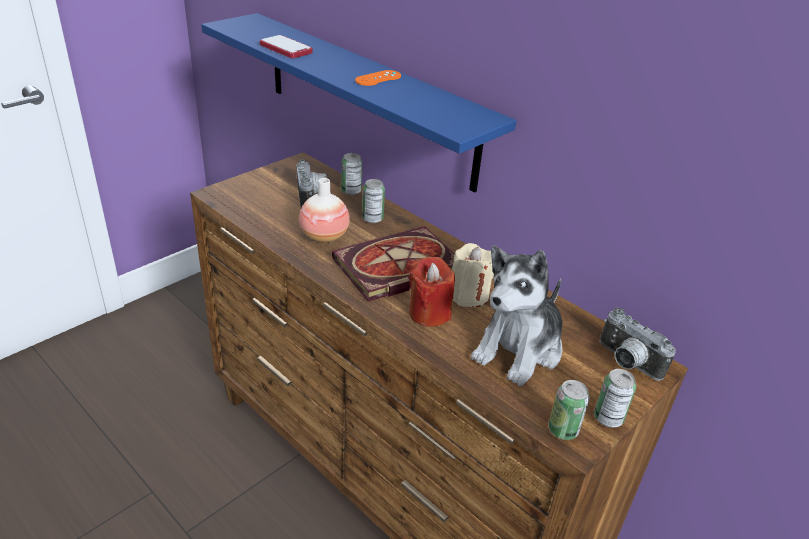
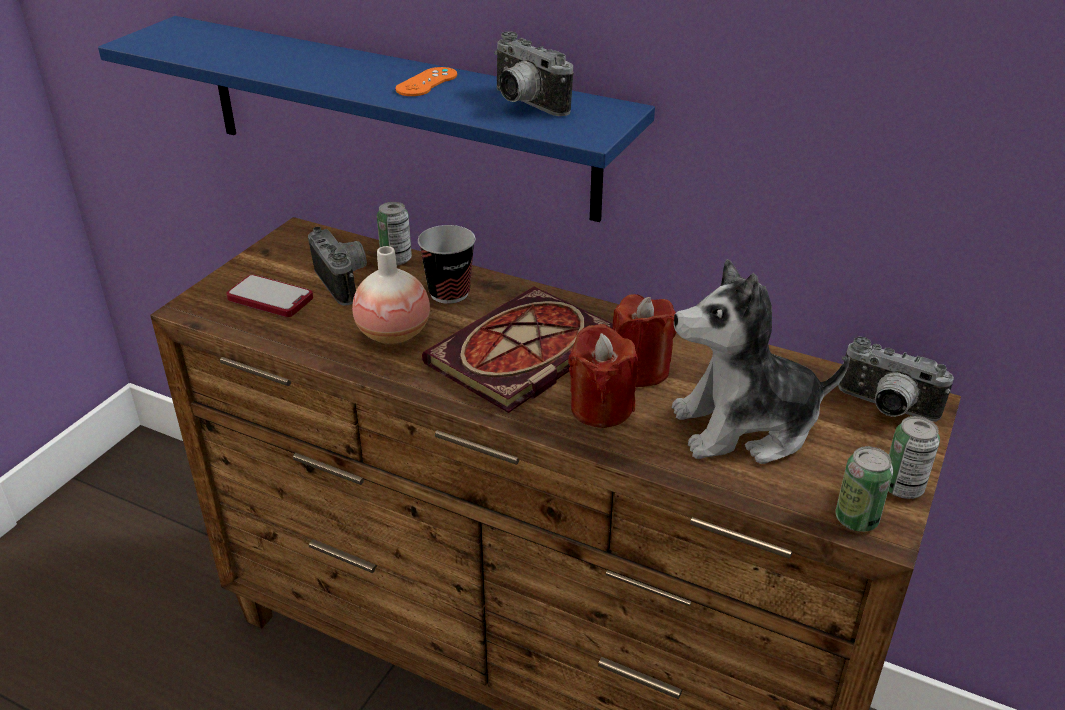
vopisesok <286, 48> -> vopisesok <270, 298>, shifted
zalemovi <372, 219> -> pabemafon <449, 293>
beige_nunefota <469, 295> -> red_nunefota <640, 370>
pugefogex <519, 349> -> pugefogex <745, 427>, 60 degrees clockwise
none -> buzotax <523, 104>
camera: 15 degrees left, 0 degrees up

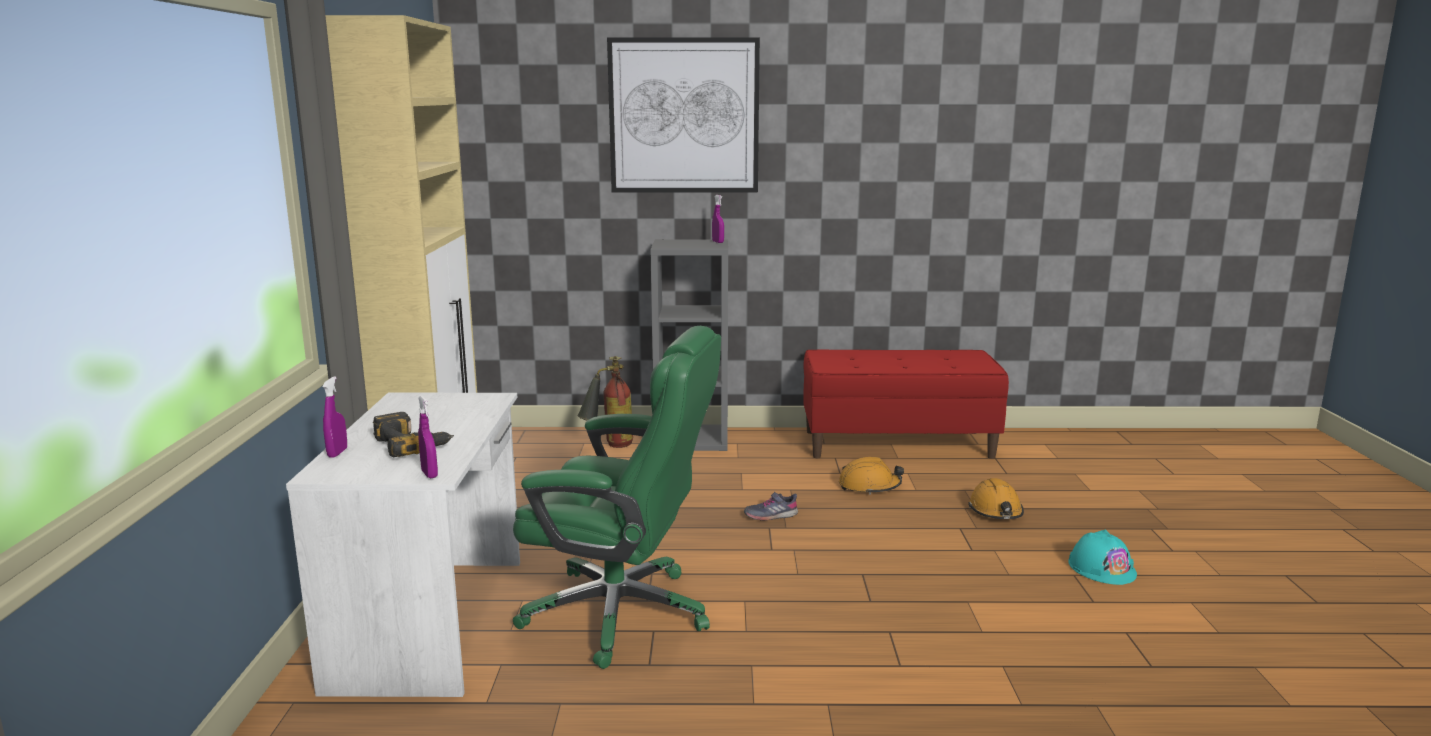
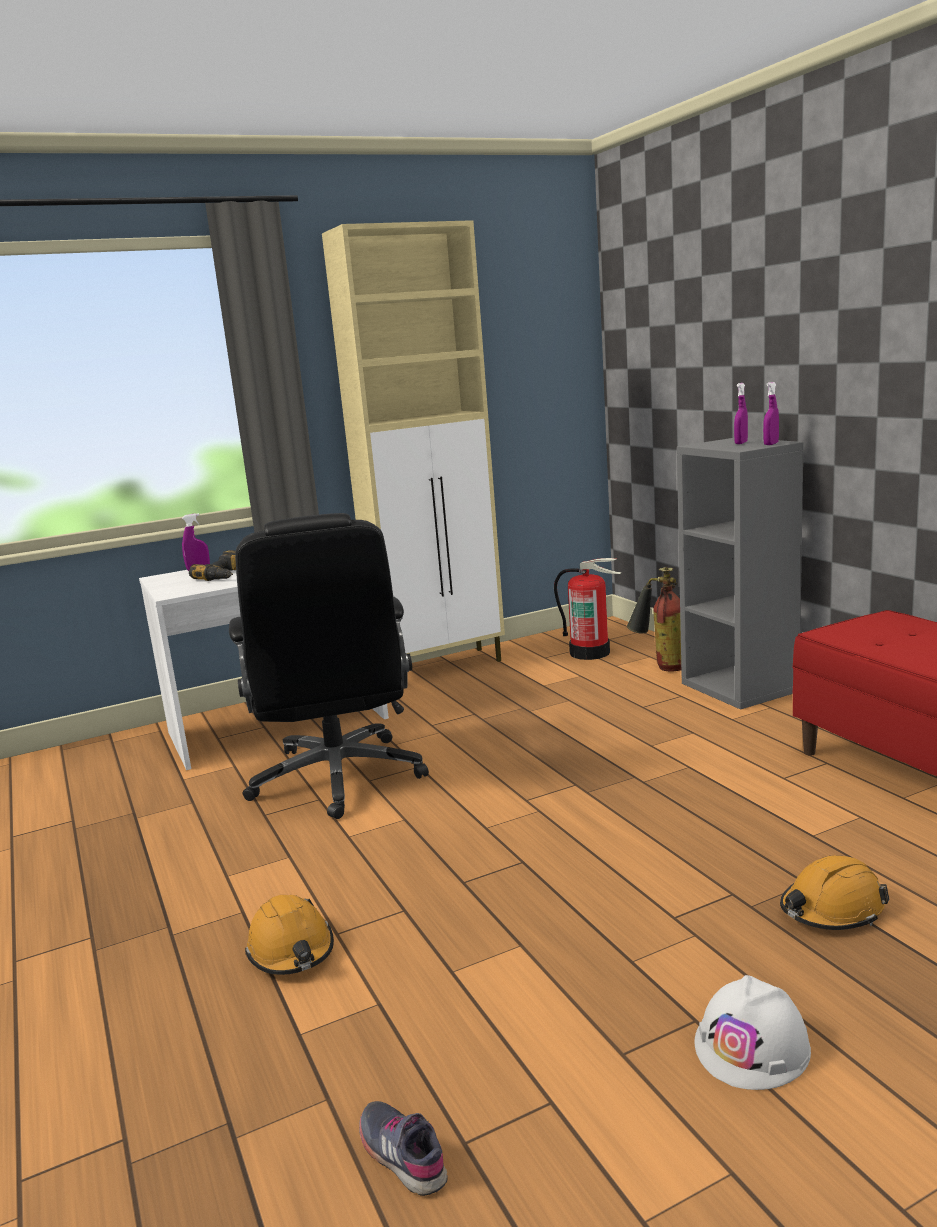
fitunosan <684, 116> -> none
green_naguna <621, 613> -> black_naguna <338, 778>
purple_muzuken <429, 474> -> purple_muzuken <741, 443>, shifted
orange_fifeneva <869, 486> -> orange_fifeneva <291, 950>, shifted
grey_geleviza <771, 515> -> grey_geleviza <403, 1154>, shifted
turquoise_fifeneva <1102, 568> -> white_fifeneva <752, 1046>
none -> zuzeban <590, 652>
camera: 65 degrees right, 0 degrees up

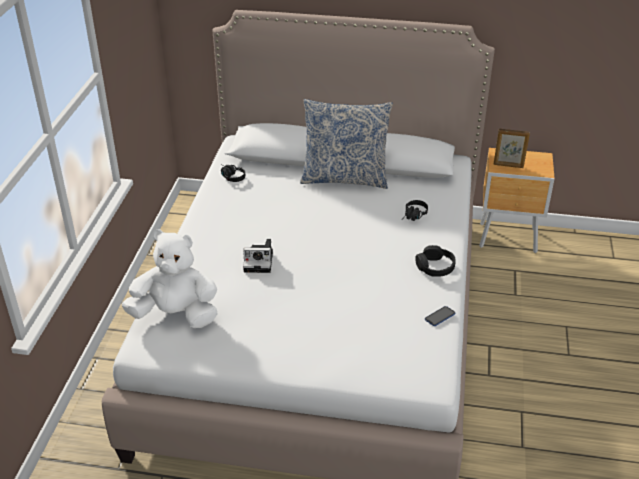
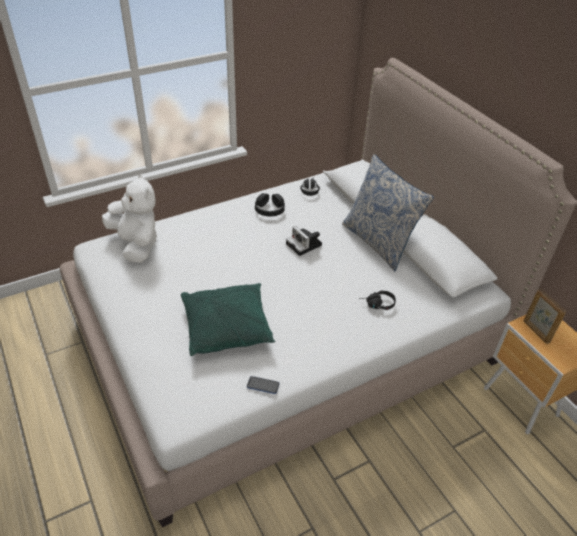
buzotax <260, 261> -> buzotax <305, 245>, shifted
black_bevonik <435, 267> -> black_bevonik <269, 209>, shifted
none -> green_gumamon <227, 327>
camera: 50 degrees right, 5 degrees up

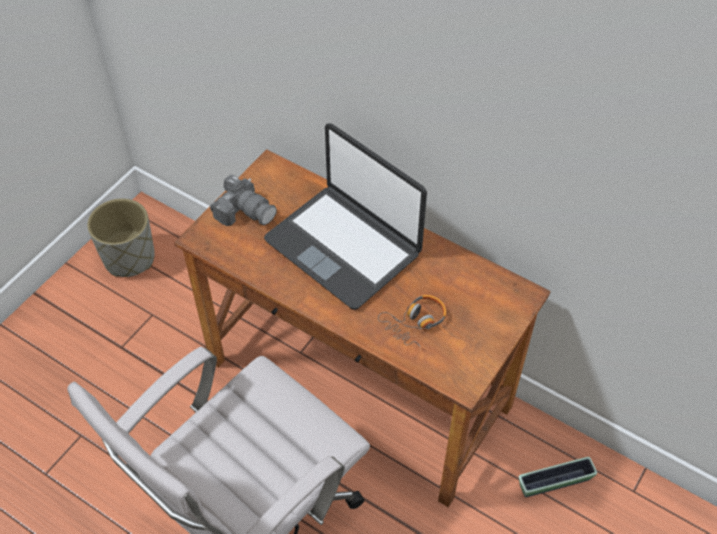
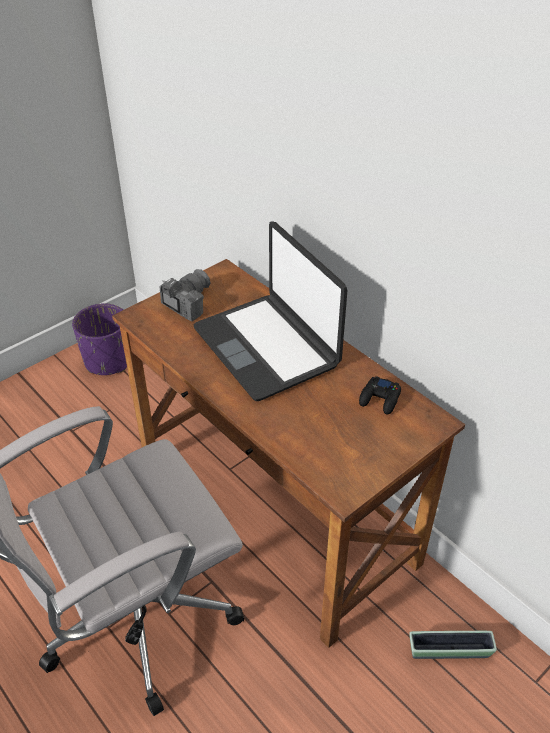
buzotax <245, 211> -> buzotax <186, 302>, 105 degrees counterclockwise
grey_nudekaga <129, 258> -> purple_nudekaga <108, 361>
bevonik <415, 322> -> none
none -> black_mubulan <380, 399>
camera: 15 degrees right, 10 degrees down

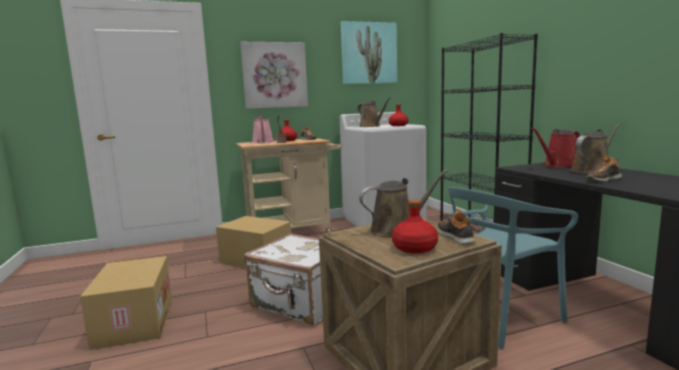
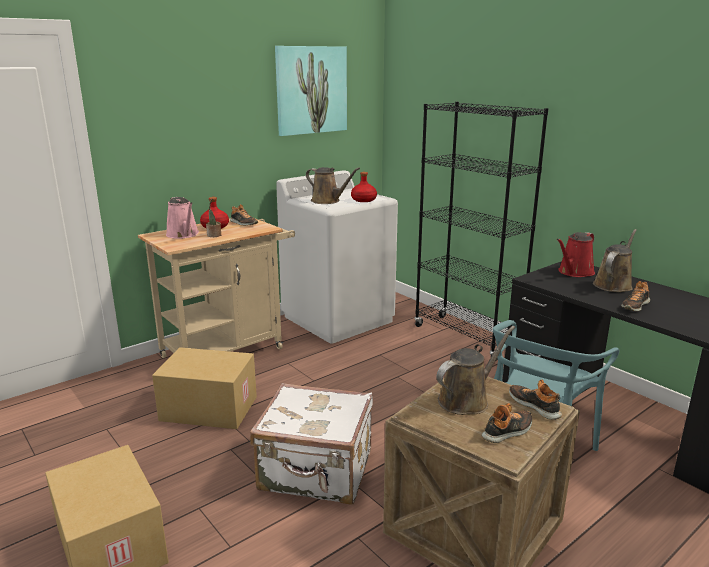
fitunosan <274, 75> -> none
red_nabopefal <414, 248> -> geleviza <508, 431>
camera: 20 degrees left, 10 degrees up

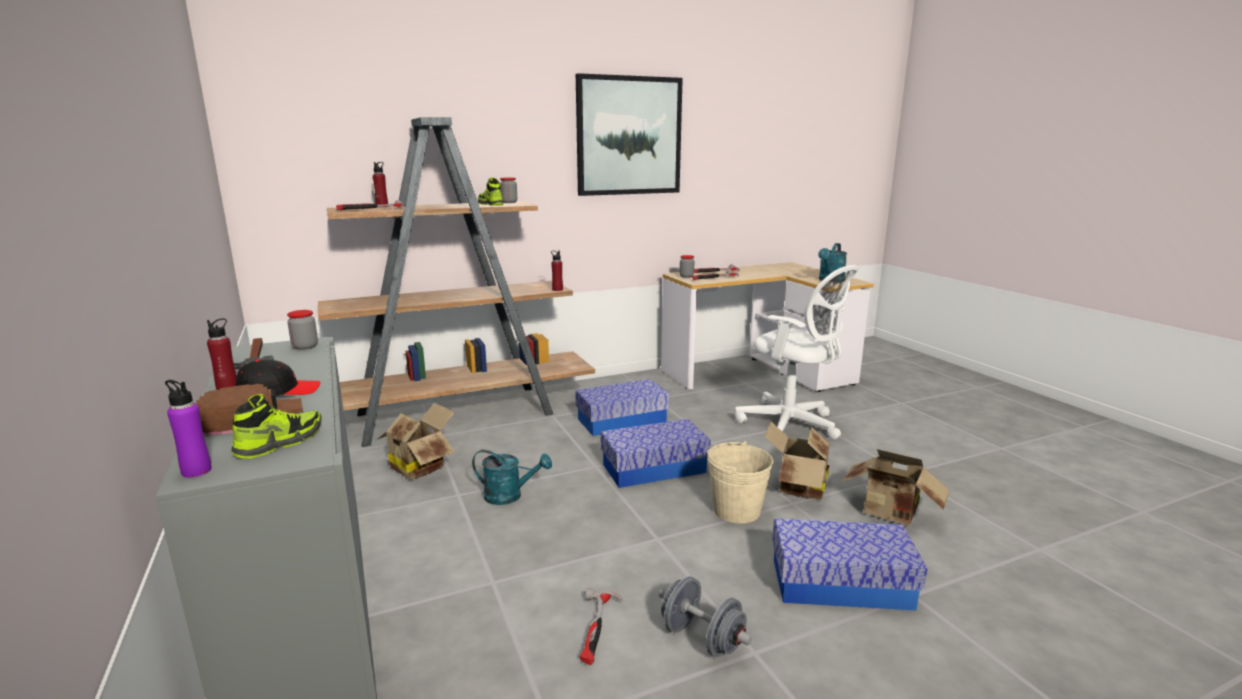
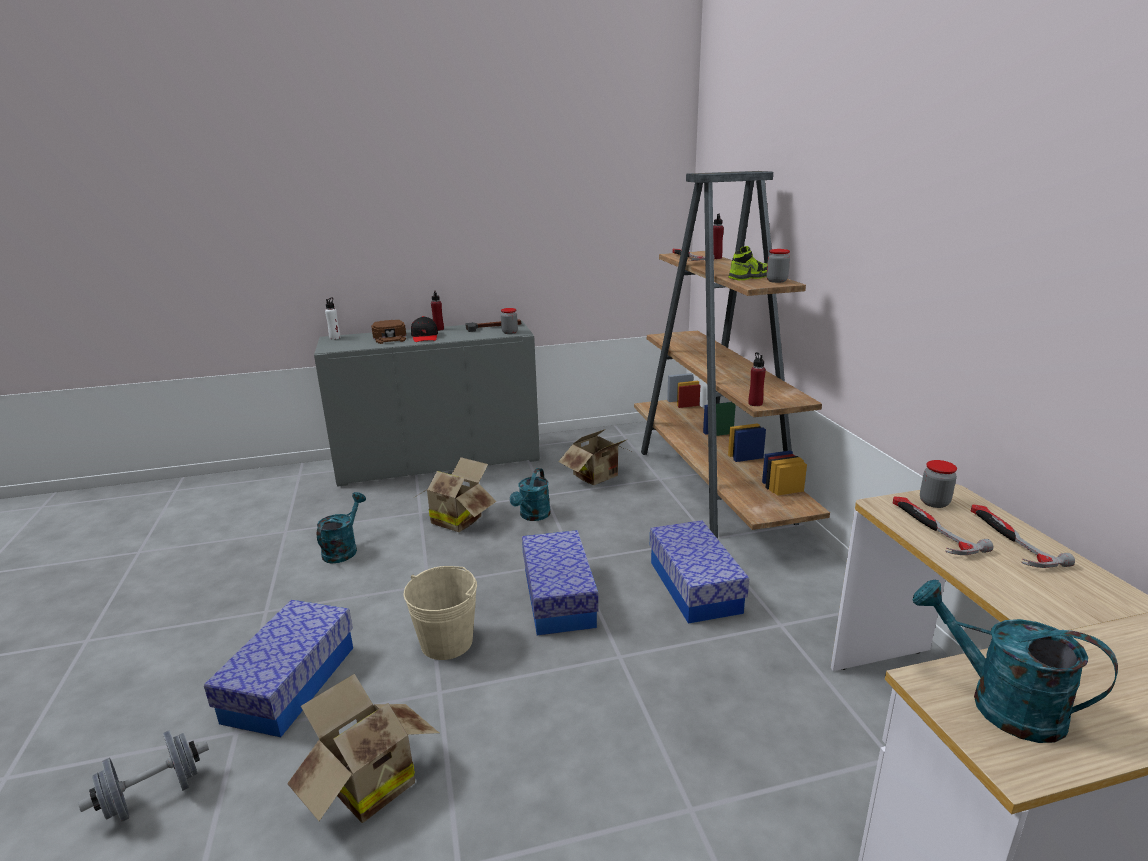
fitunosan <629, 136> -> none
white_naguna <791, 425> -> none
purple_nabopefal <196, 471> -> white_nabopefal <335, 337>
geleviza <280, 442> -> none
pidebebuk <797, 487> -> pidebebuk <458, 519>, shifted
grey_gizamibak <702, 638> -> grey_gizamibak <154, 796>, shifted
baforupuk <598, 629> -> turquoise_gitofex <343, 549>
camera: 100 degrees right, 5 degrees up

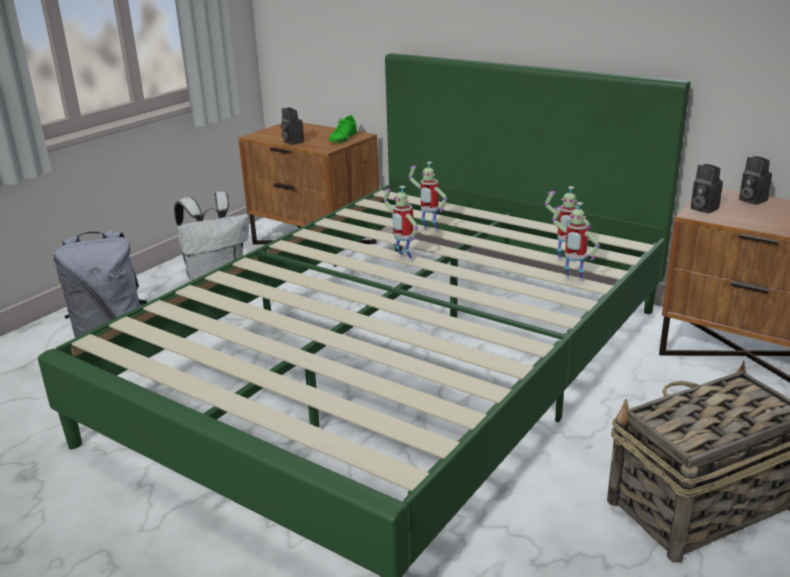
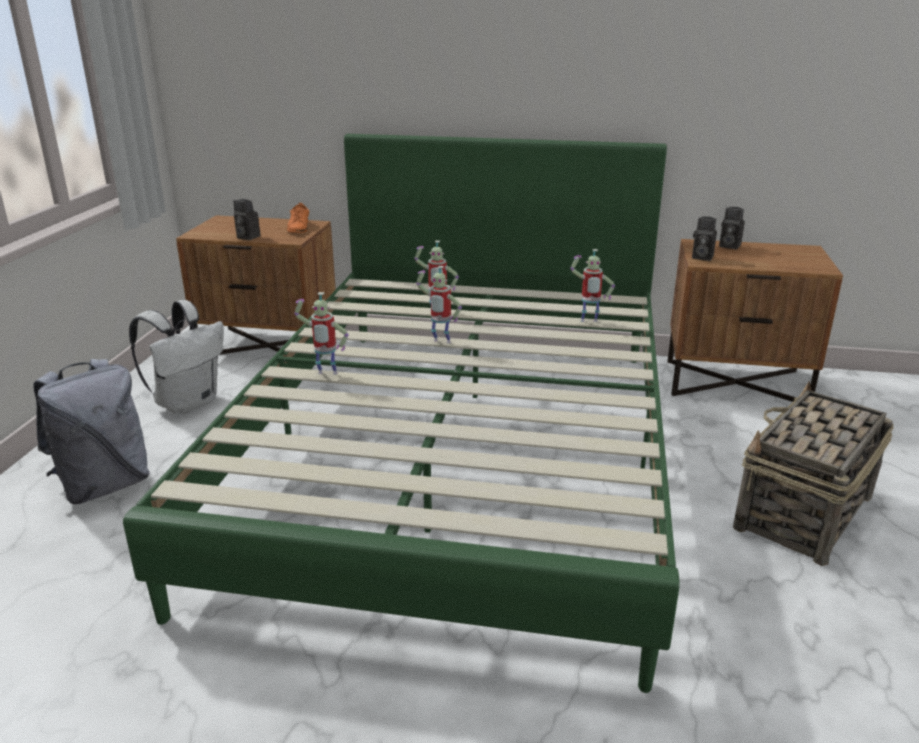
green_geleviza <343, 138> -> orange_geleviza <299, 228>
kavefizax <572, 280> -> kavefizax <326, 374>, shifted
camera: 25 degrees left, 0 degrees up

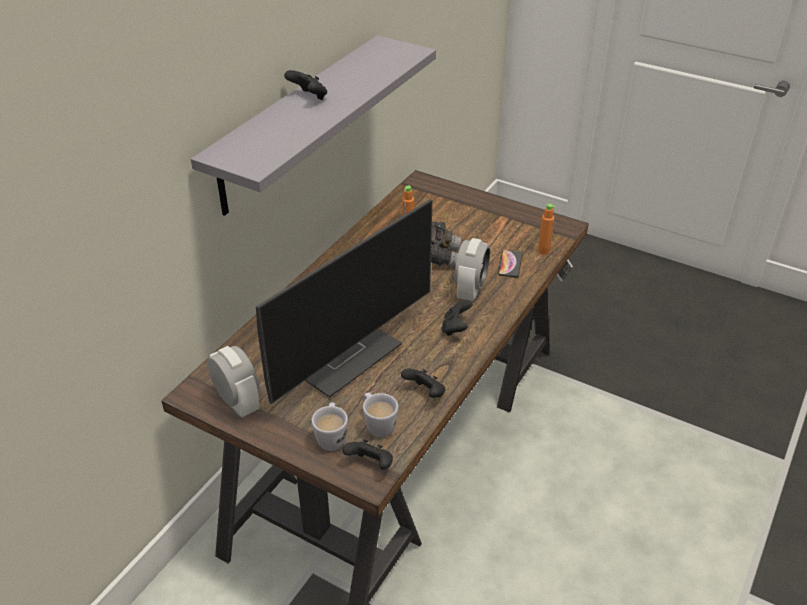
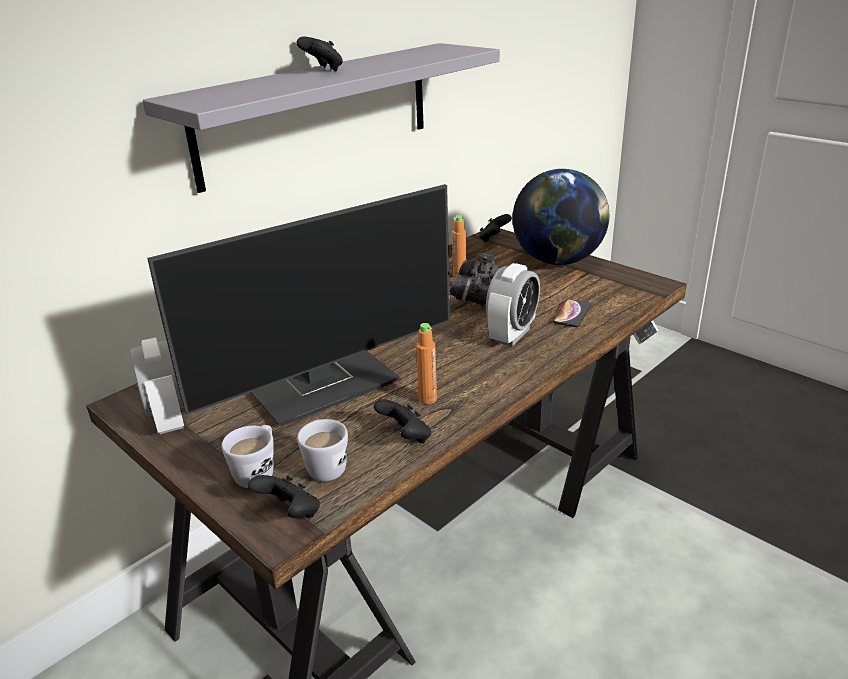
orange_nabopefal <543, 251> -> orange_nabopefal <427, 399>, shifted
black_mubulan <455, 328> -> black_mubulan <493, 239>, shifted
none -> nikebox <558, 260>
camera: 15 degrees right, 10 degrees down

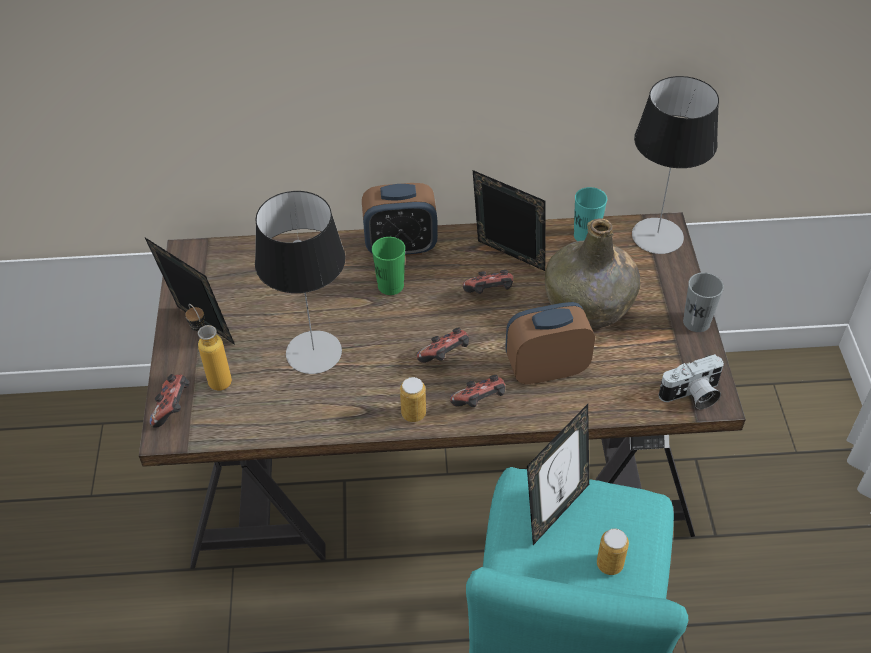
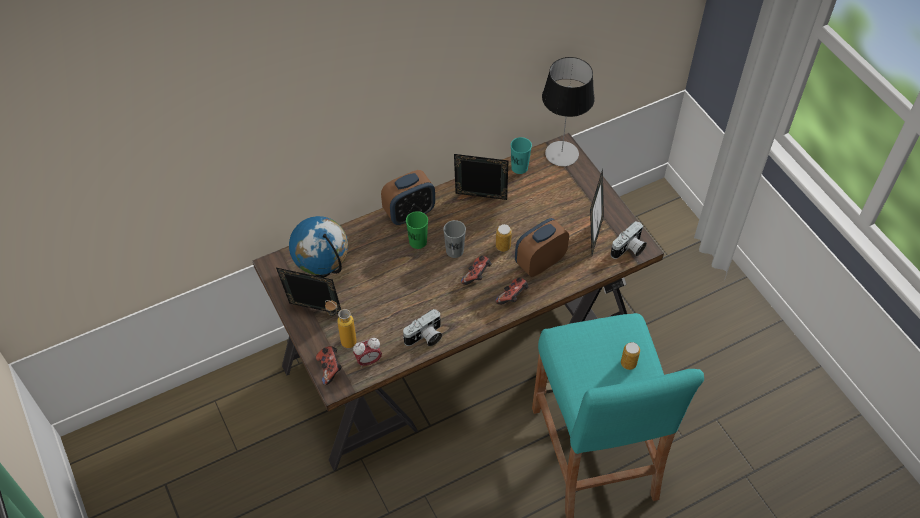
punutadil <314, 352> -> none
green_nabopefal <589, 305> -> none
mubulan <489, 294> -> none
grey_pabemafon <696, 322> -> grey_pabemafon <454, 251>, shifted
zalemovi <413, 413> -> zalemovi <503, 246>, shifted
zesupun <555, 510> -> zesupun <593, 235>, shifted
none -> nikebox <323, 270>
none -> buzotax <425, 337>
none -> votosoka <368, 361>
camera: 25 degrees left, 5 degrees up

